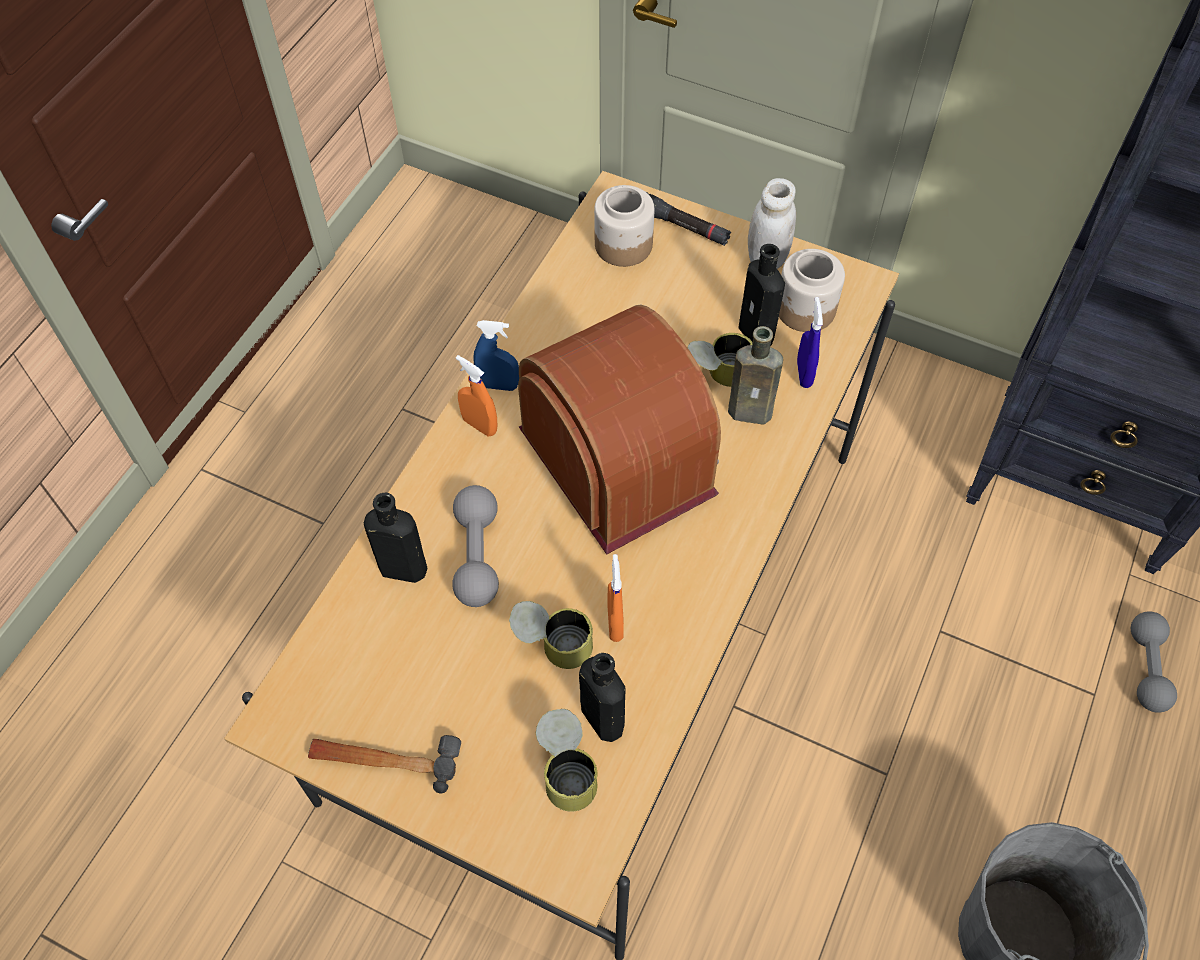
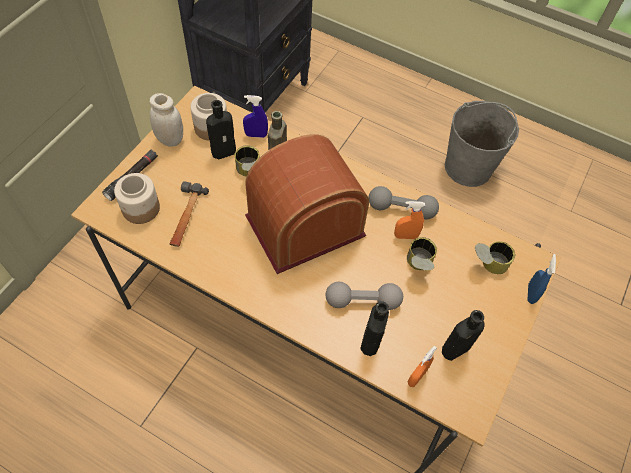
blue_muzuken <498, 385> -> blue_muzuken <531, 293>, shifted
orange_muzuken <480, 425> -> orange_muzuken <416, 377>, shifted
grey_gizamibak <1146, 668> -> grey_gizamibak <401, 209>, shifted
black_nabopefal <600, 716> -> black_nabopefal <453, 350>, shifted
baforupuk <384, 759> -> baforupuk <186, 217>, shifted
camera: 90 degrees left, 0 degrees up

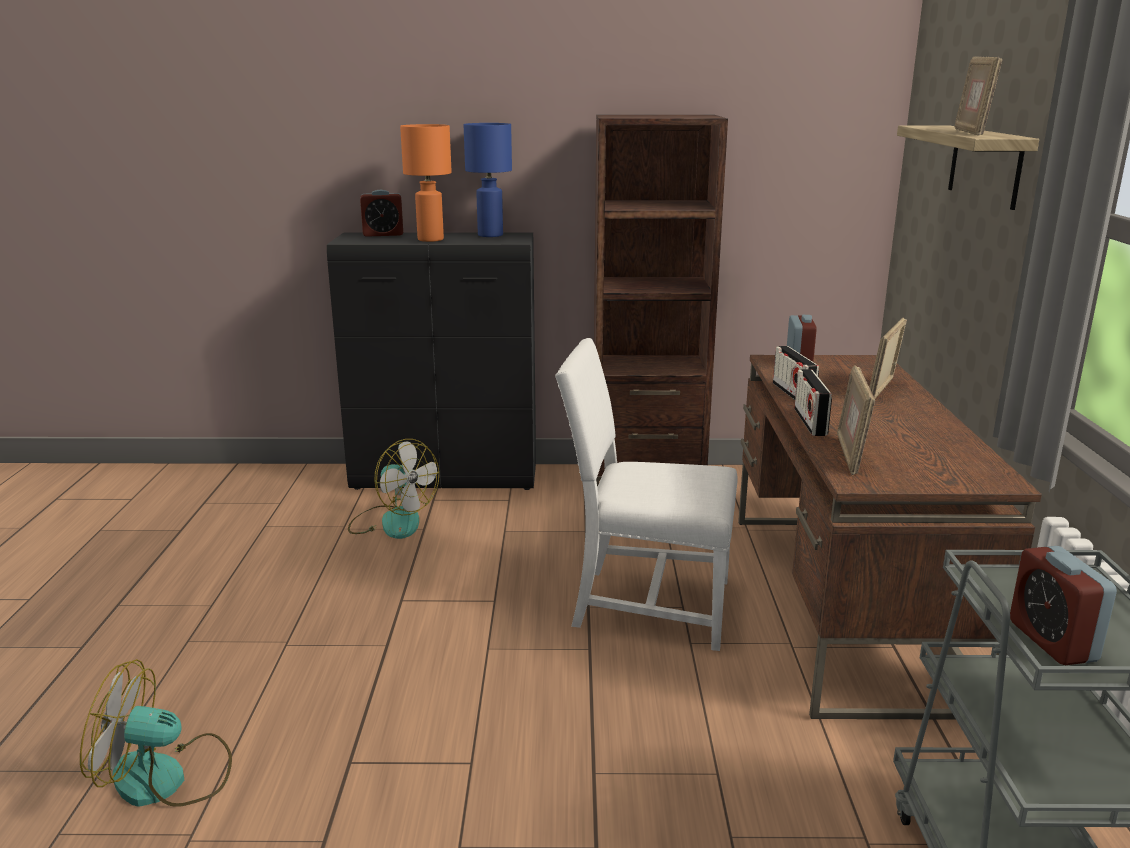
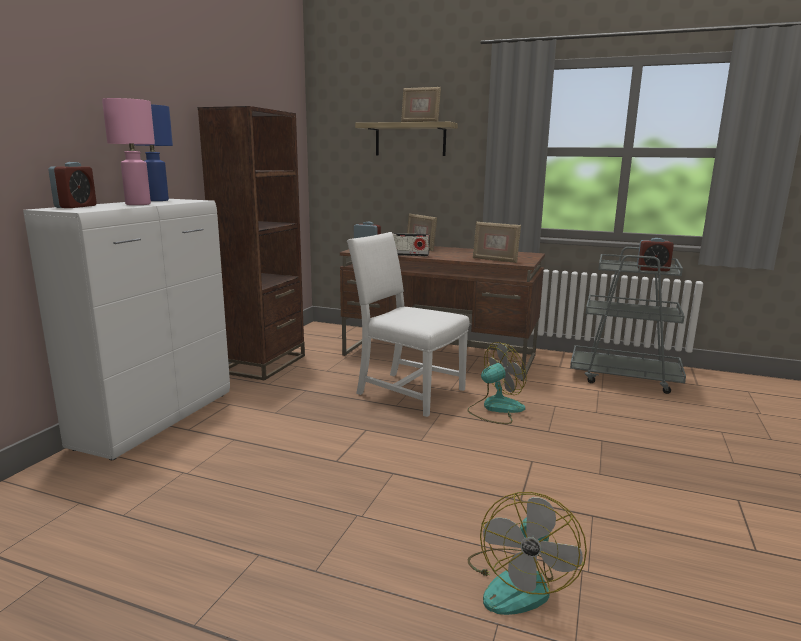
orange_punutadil <431, 239> -> pink_punutadil <138, 204>
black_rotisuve <447, 478> -> white_rotisuve <157, 419>
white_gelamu <646, 605> -> white_gelamu <406, 392>, 90 degrees clockwise
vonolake <810, 422> -> none
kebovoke <392, 521> -> kebovoke <495, 409>, shifted
camera: 70 degrees left, 5 degrees down

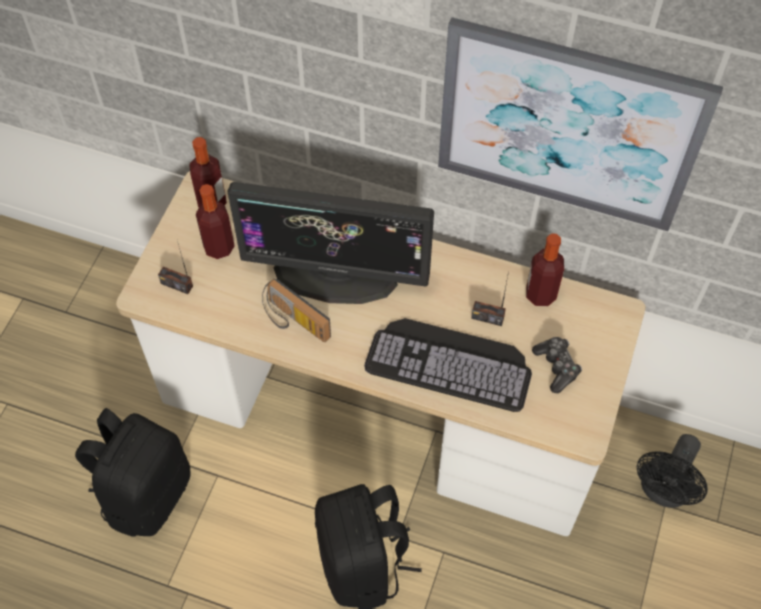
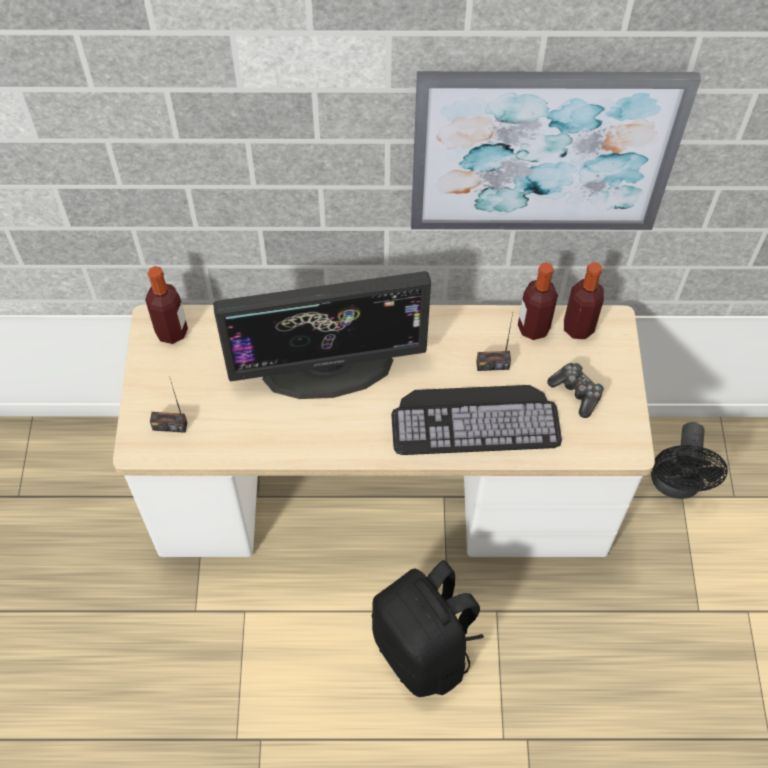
nabopefal <219, 247> -> nabopefal <578, 327>, shifted
vonolake <293, 322> -> none
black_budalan <146, 493> -> none
camera: 20 degrees left, 0 degrees up

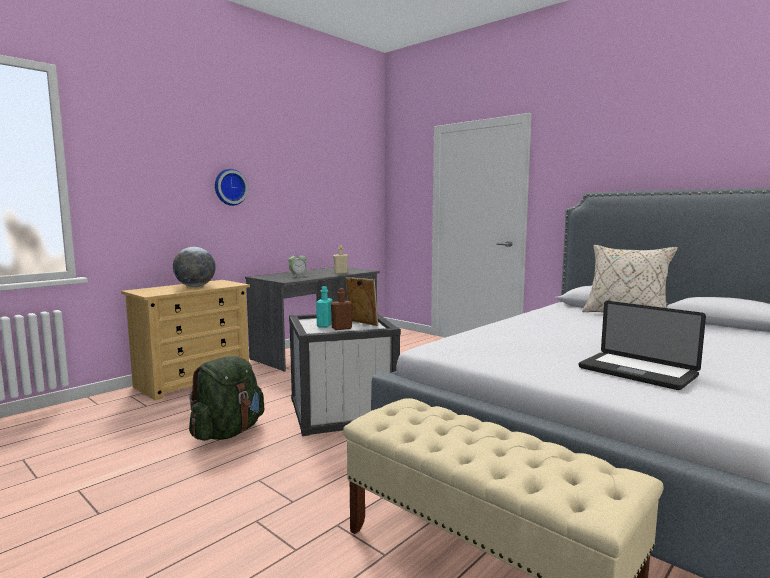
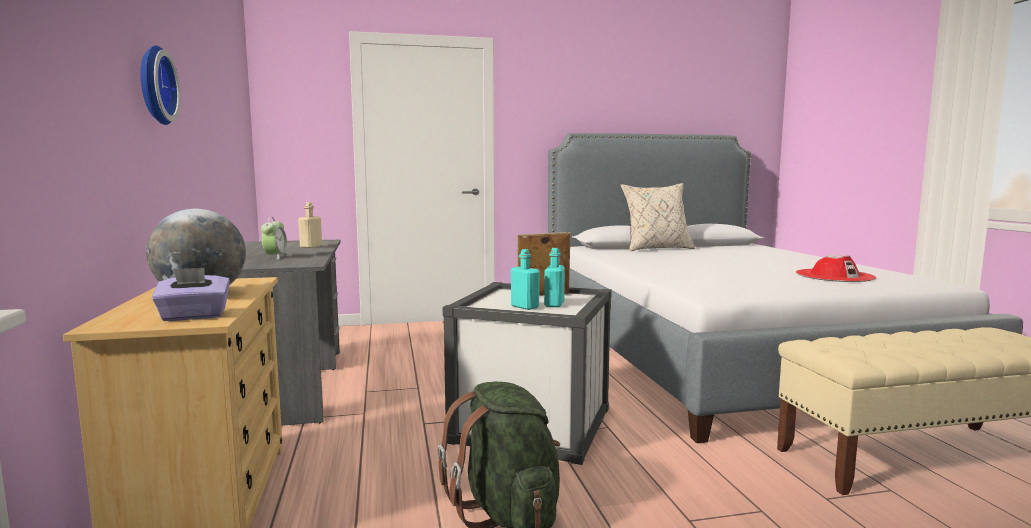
brown_nabopefal <341, 328> -> turquoise_nabopefal <554, 304>
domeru <637, 372> -> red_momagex <834, 276>
none -> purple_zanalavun <194, 316>
camera: 55 degrees left, 0 degrees up

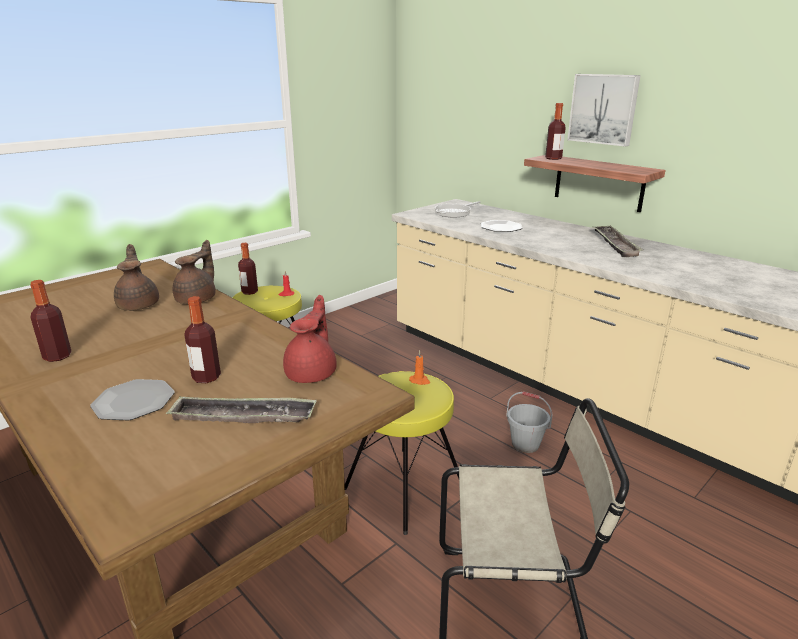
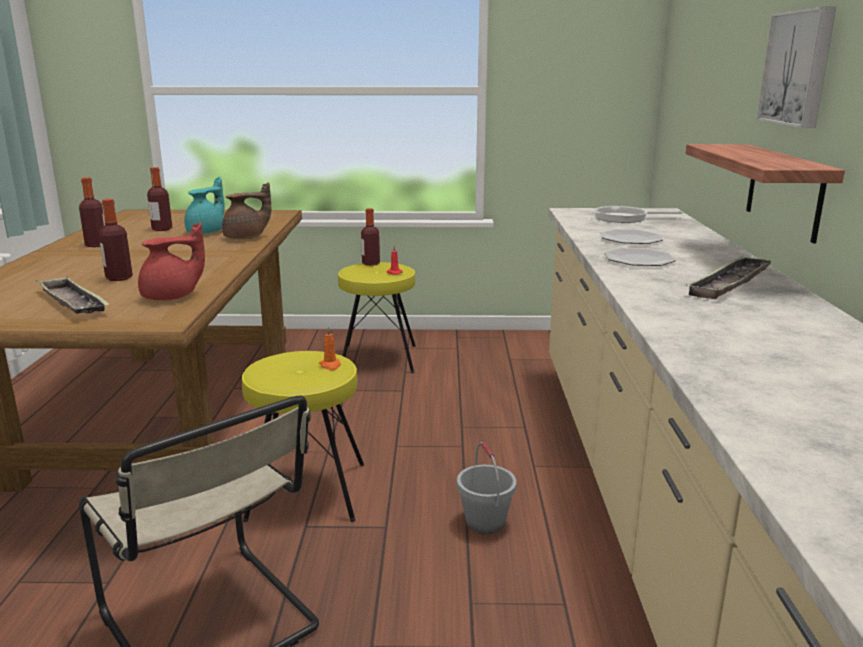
nabopefal <553, 158> -> nabopefal <162, 229>, shifted
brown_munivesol <139, 305> -> turquoise_munivesol <207, 232>
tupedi <134, 401> -> tupedi <639, 260>, shifted
camera: 45 degrees right, 5 degrees down

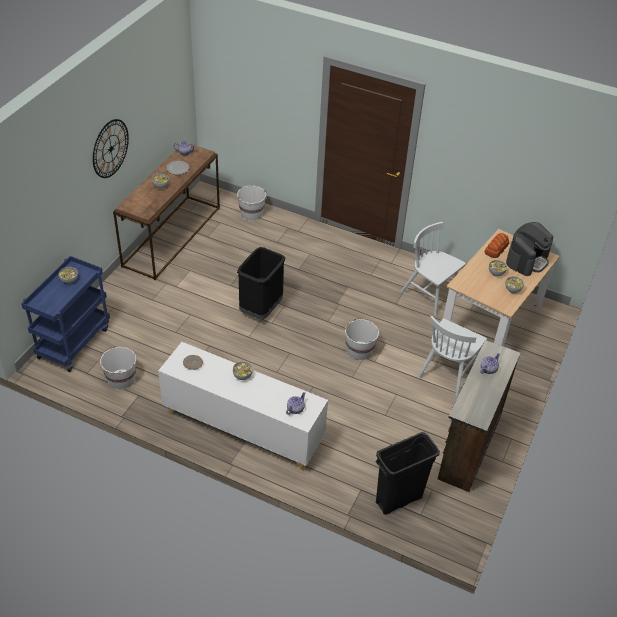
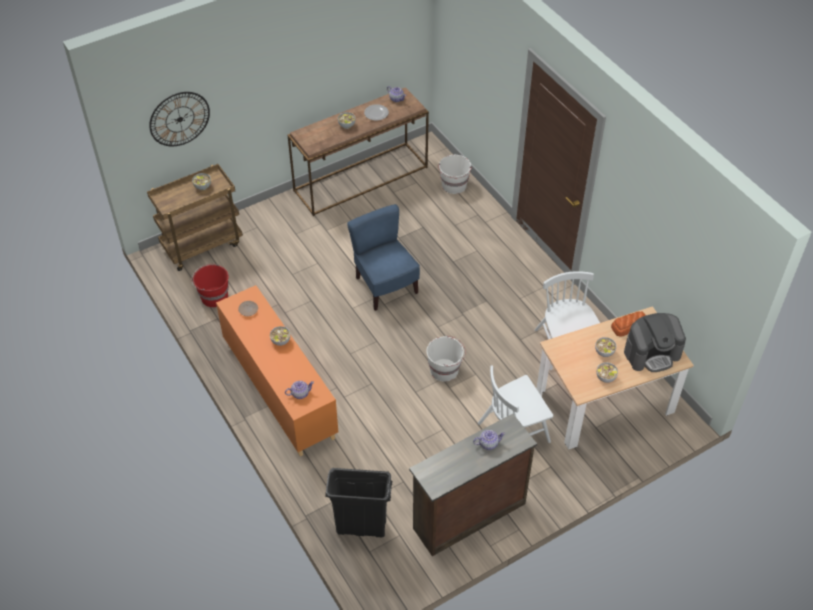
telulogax <110, 148> -> telulogax <179, 119>, shifted
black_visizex <261, 309> -> blue_gelamu <385, 286>
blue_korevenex <74, 342> -> brown_korevenex <202, 245>
white_rotisuve <242, 427> -> orange_rotisuve <279, 390>
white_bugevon <120, 379> -> red_bugevon <214, 297>
camera: 35 degrees right, 5 degrees up

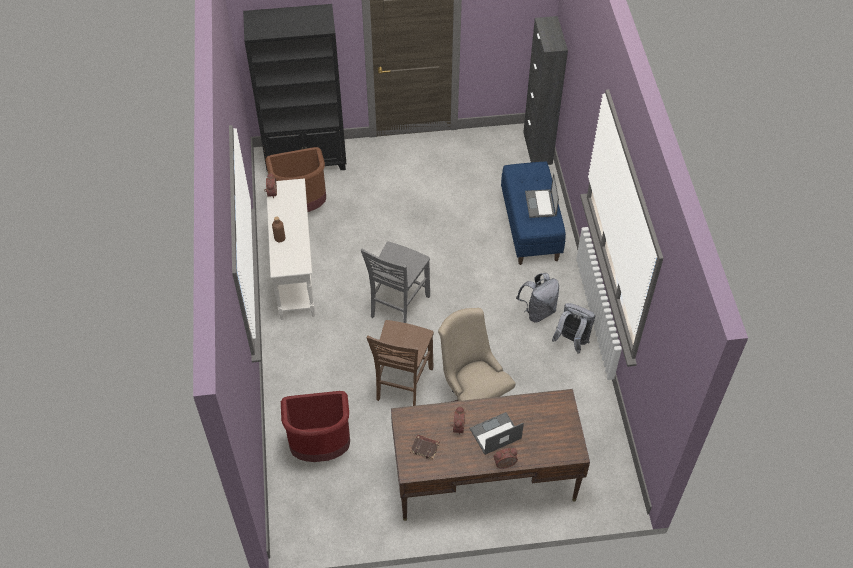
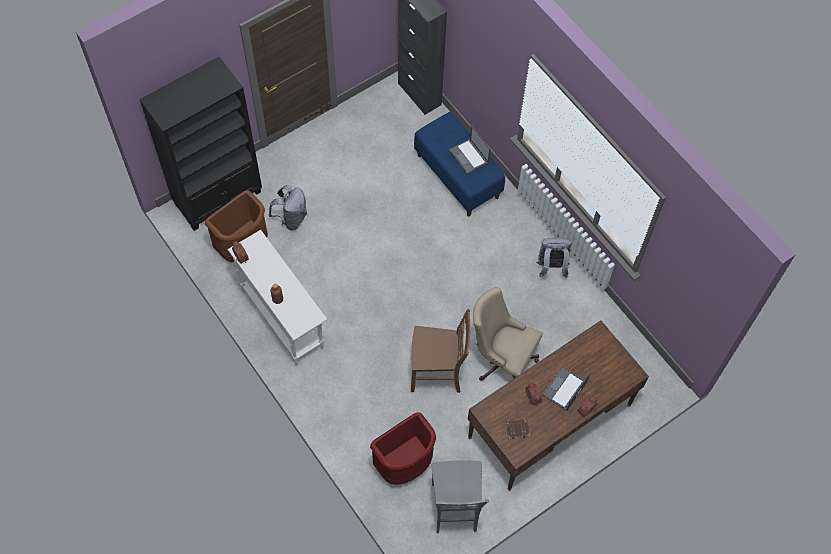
grey_gelamu <398, 307> -> grey_gelamu <455, 508>, shifted
grey_budalan <538, 311> -> grey_budalan <291, 218>, shifted
brown_gelamu <402, 384> -> brown_gelamu <437, 374>, 75 degrees counterclockwise
camera: 30 degrees left, 10 degrees up

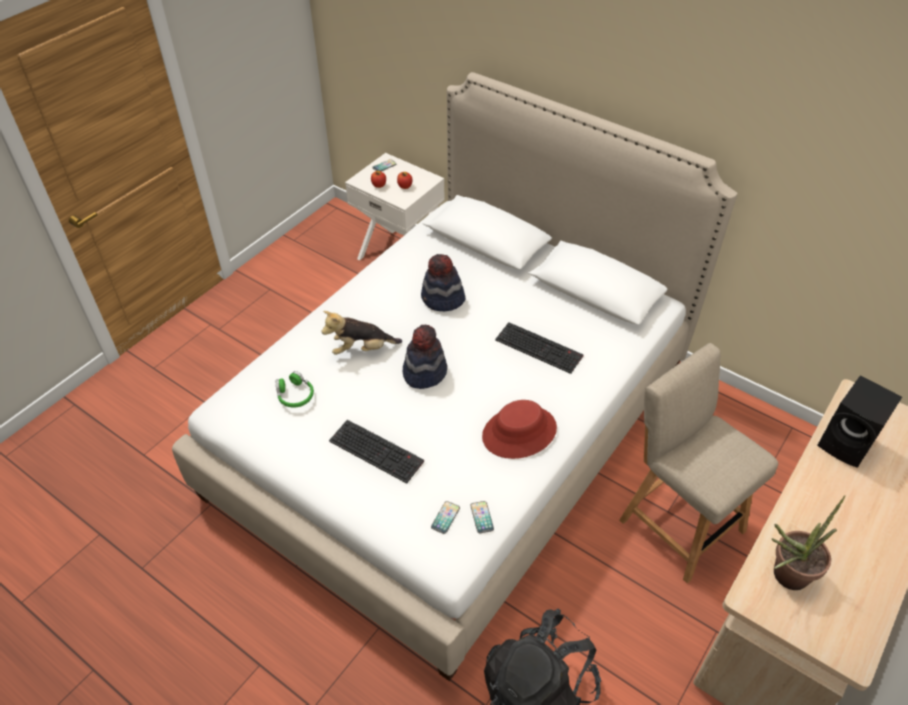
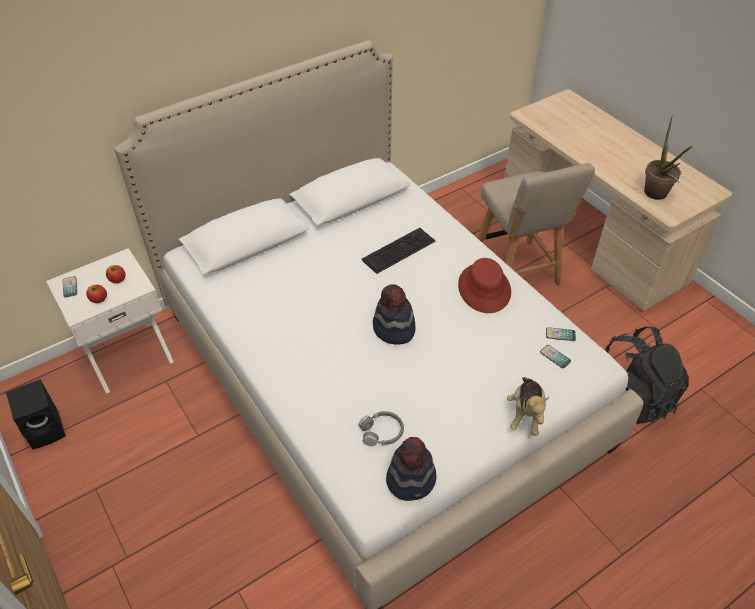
momagex <442, 299> -> momagex <411, 479>, shifted
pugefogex <361, 349> -> pugefogex <525, 414>, shifted
beige_gelamu <677, 521> -> beige_gelamu <517, 273>, 90 degrees counterclockwise
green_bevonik <295, 395> -> grey_bevonik <381, 432>
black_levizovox <847, 444> -> black_levizovox <47, 429>, shifted
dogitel <378, 451> -> none
camera: 70 degrees left, 0 degrees up

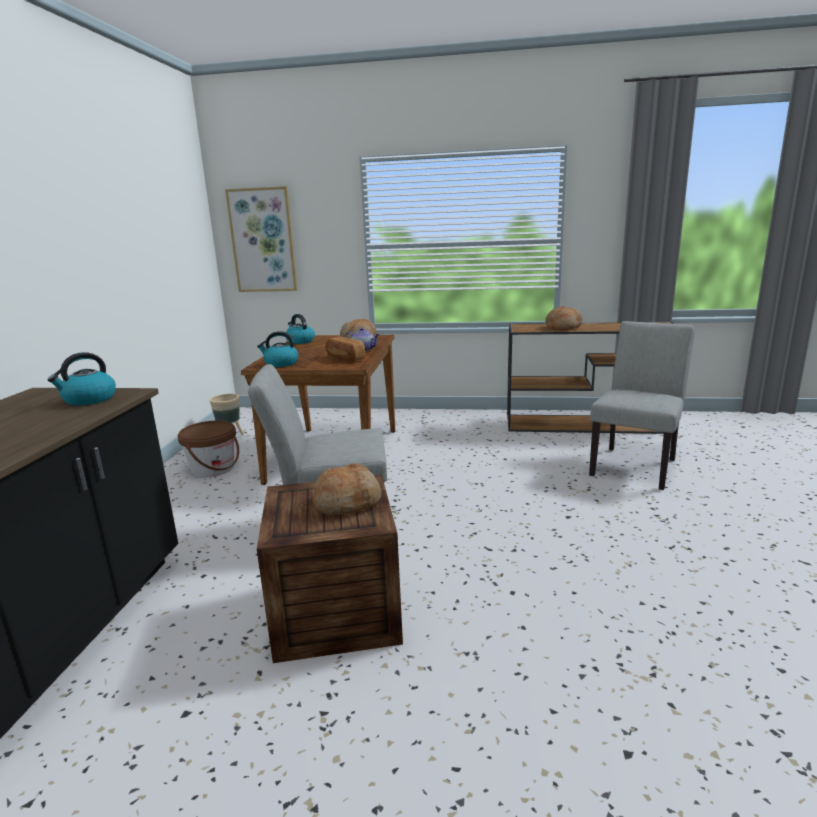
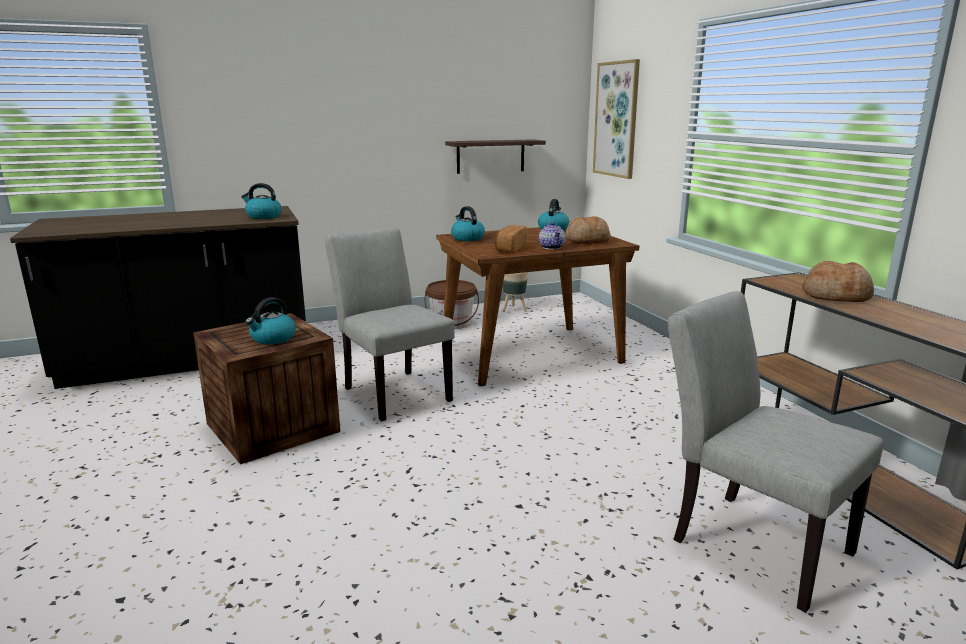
grey_gelamu <635, 464> -> grey_gelamu <748, 540>, 135 degrees counterclockwise
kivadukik <348, 502> -> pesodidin <272, 338>
none -> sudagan <490, 156>
camera: 60 degrees right, 0 degrees up

